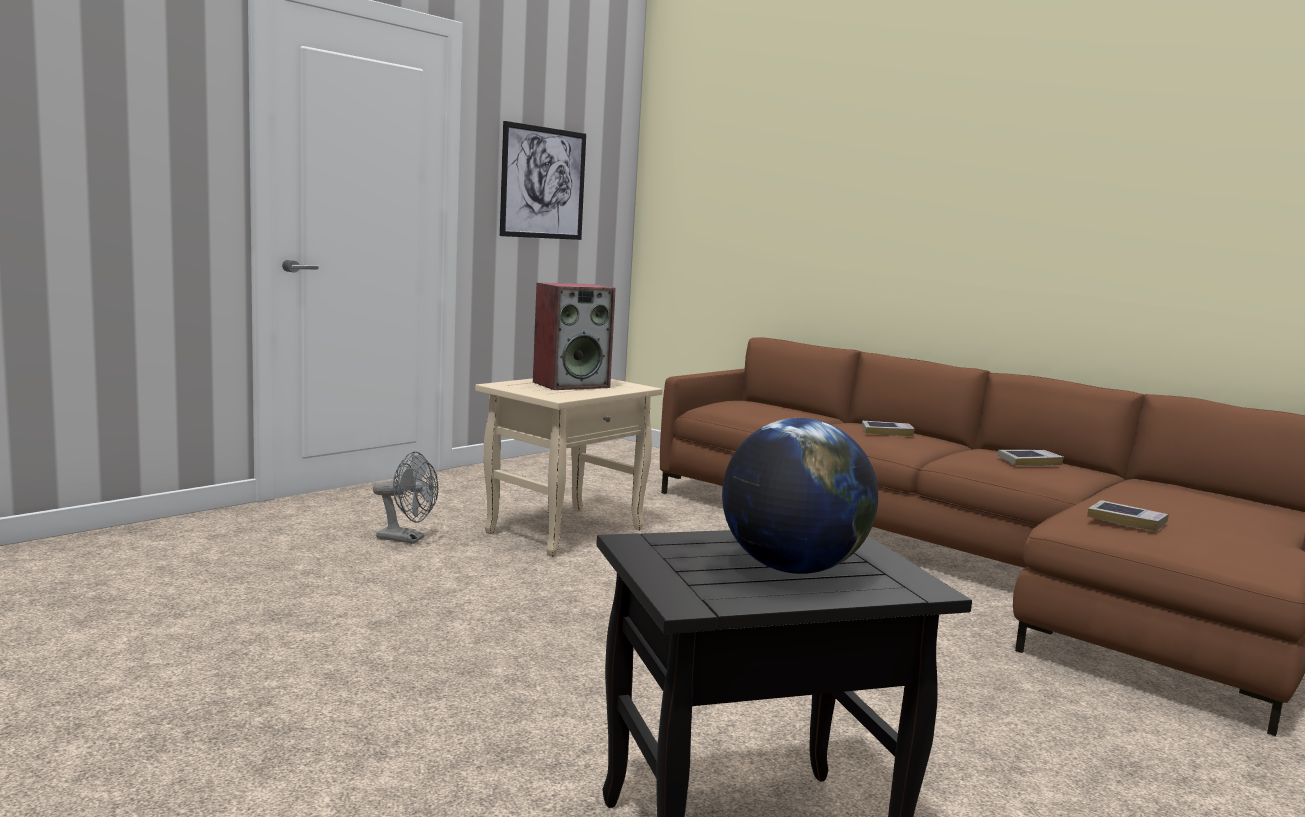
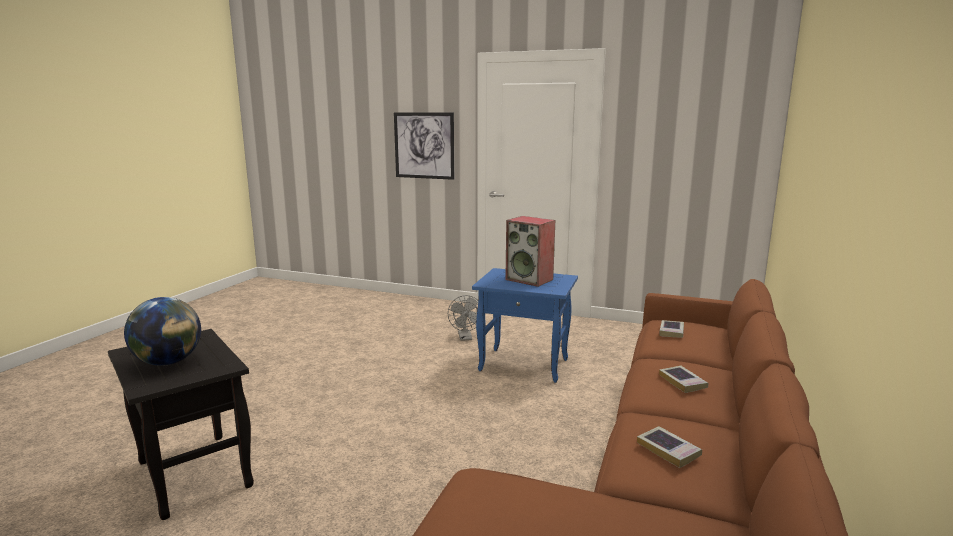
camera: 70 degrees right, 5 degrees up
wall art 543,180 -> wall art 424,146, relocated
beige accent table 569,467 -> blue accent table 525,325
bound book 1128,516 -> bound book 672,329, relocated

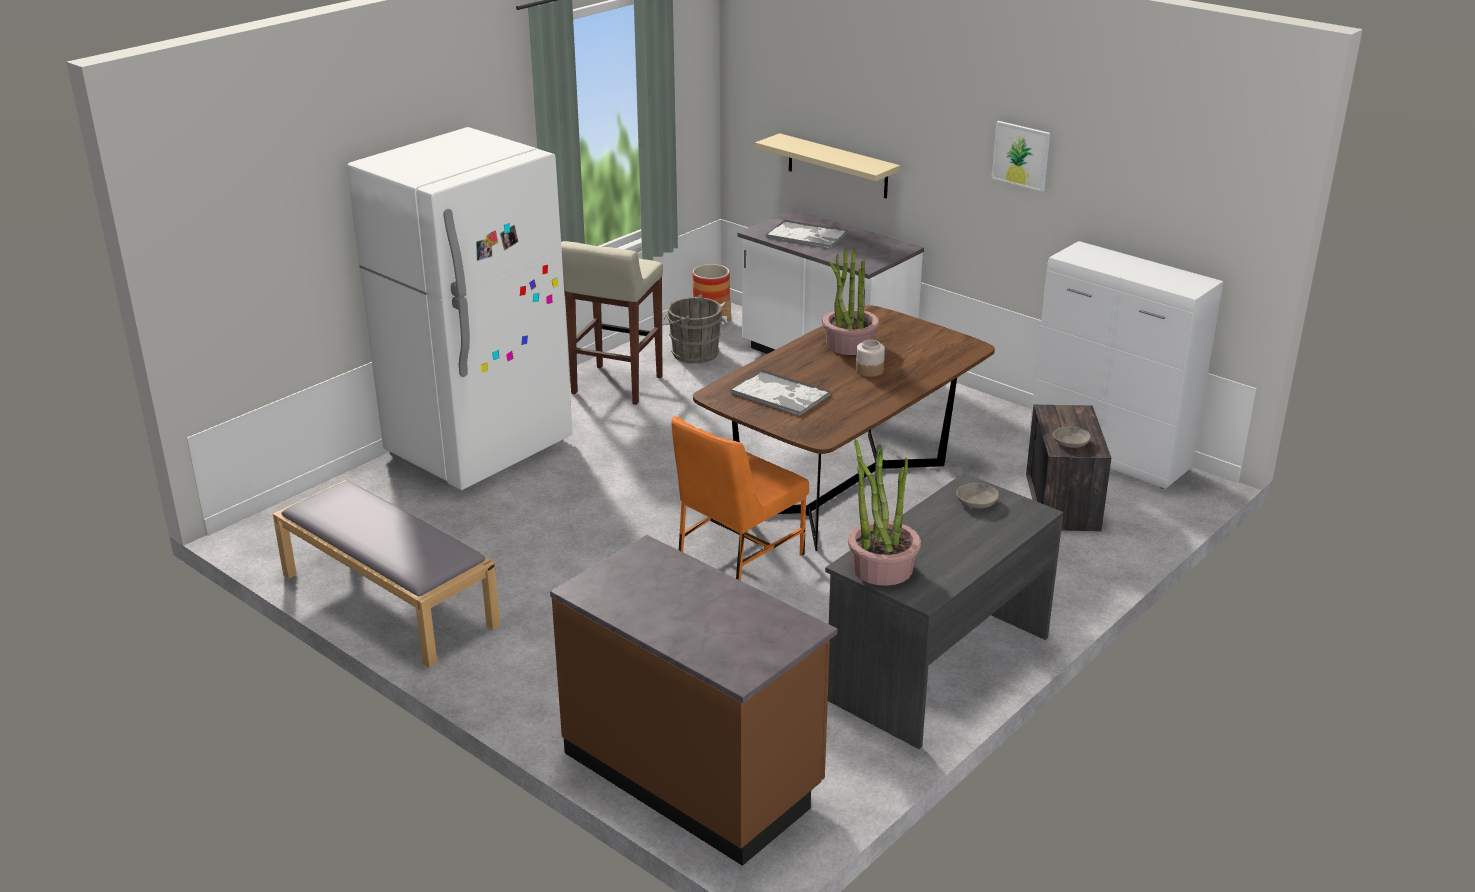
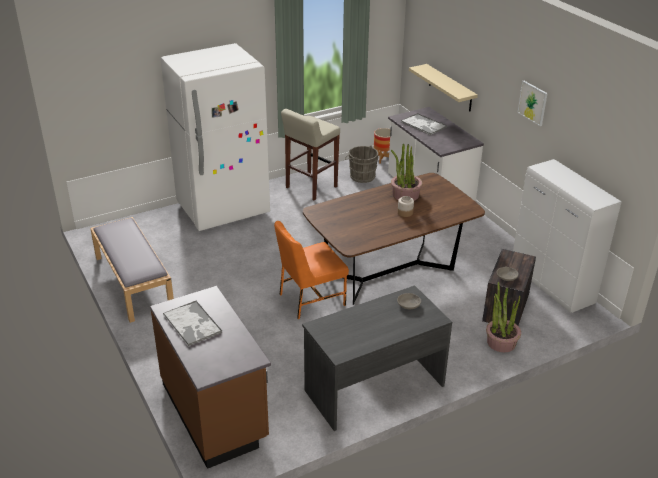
camera: 20 degrees right, 5 degrees up
carrying tray 780,393 -> carrying tray 192,323, relocated
plant in a pot 884,512 -> plant in a pot 503,316, relocated

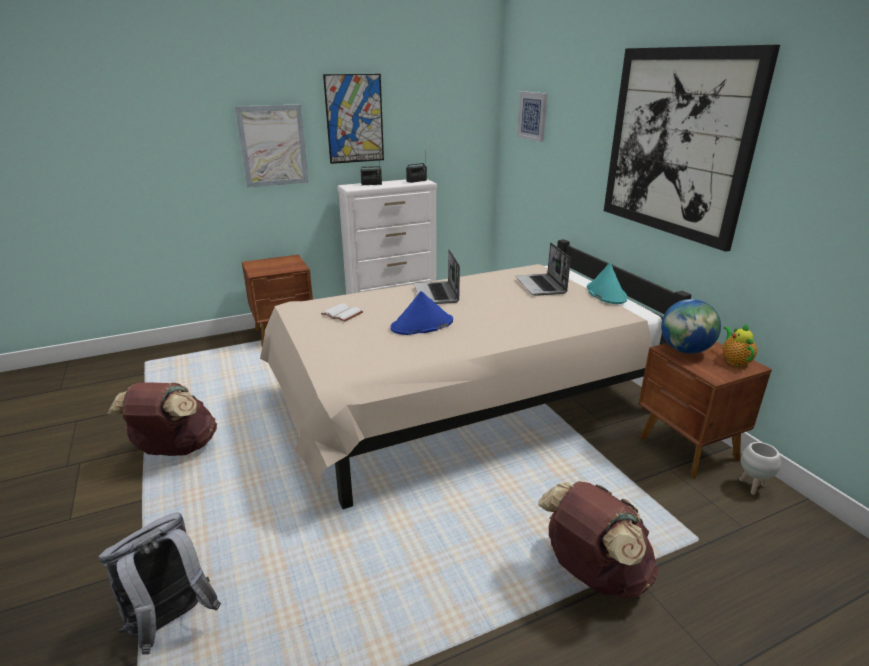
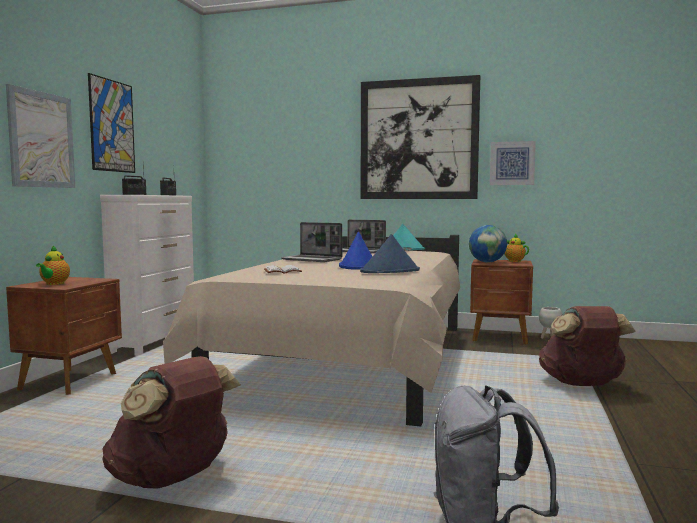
camera: 50 degrees left, 20 degrees down
wall art 532,116 -> wall art 513,163, relocated
none -> blue hat 390,253
none -> teapot 53,265

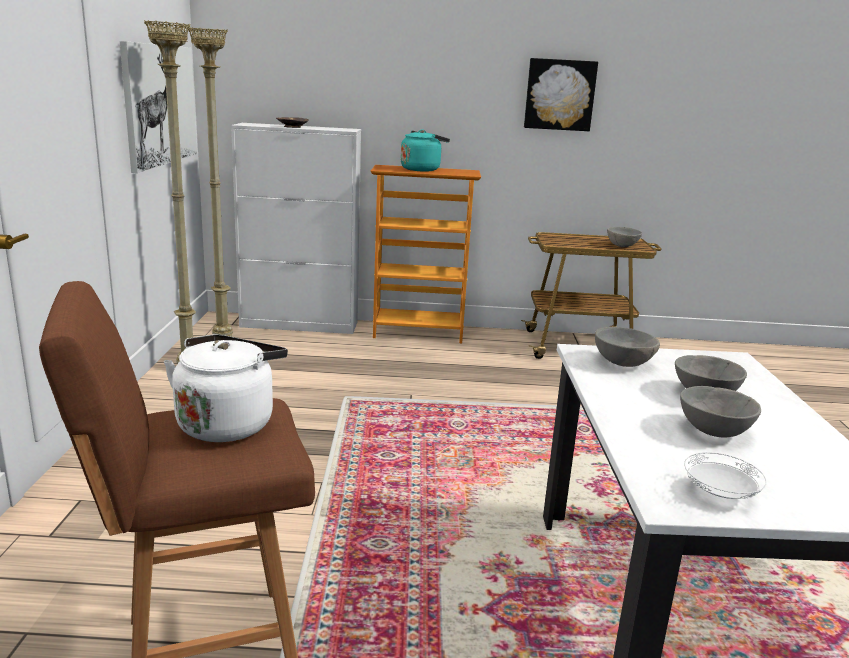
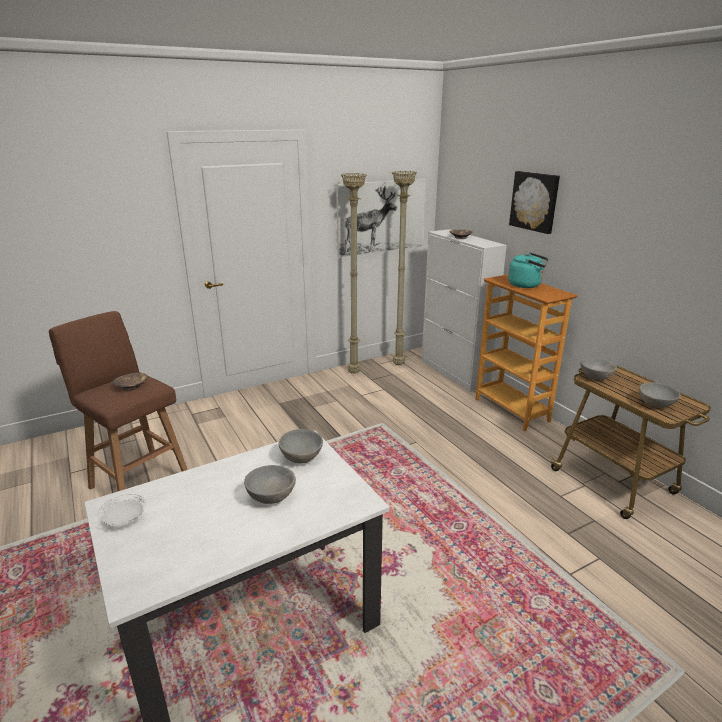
camera: 60 degrees right, 5 degrees up
wall art 561,94 -> wall art 534,202, relocated
white tea kettle 226,388 -> brownish bowl 130,381
grey bowl 720,411 -> grey bowl 599,369, relocated

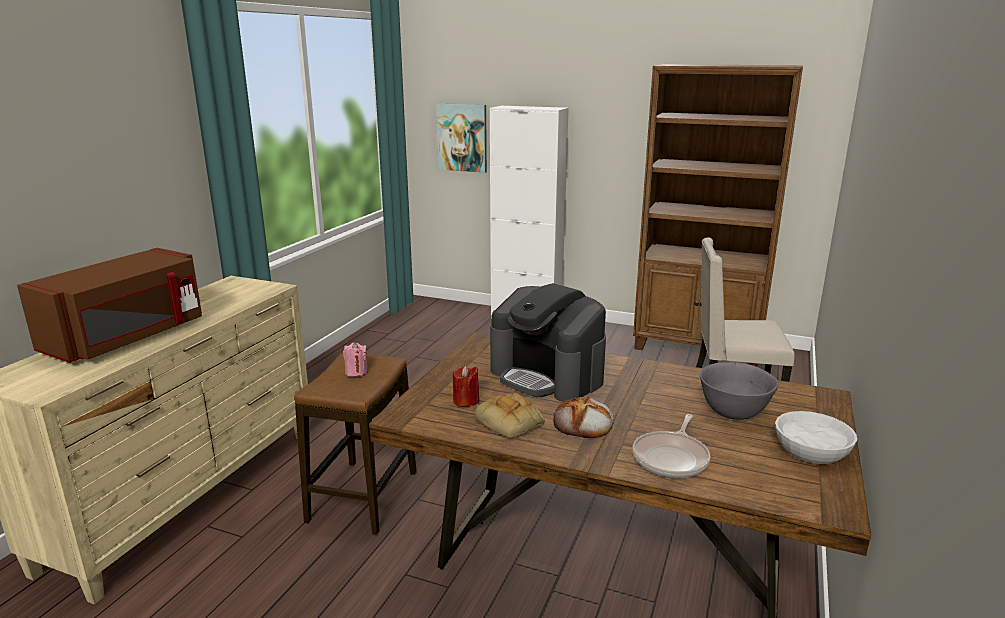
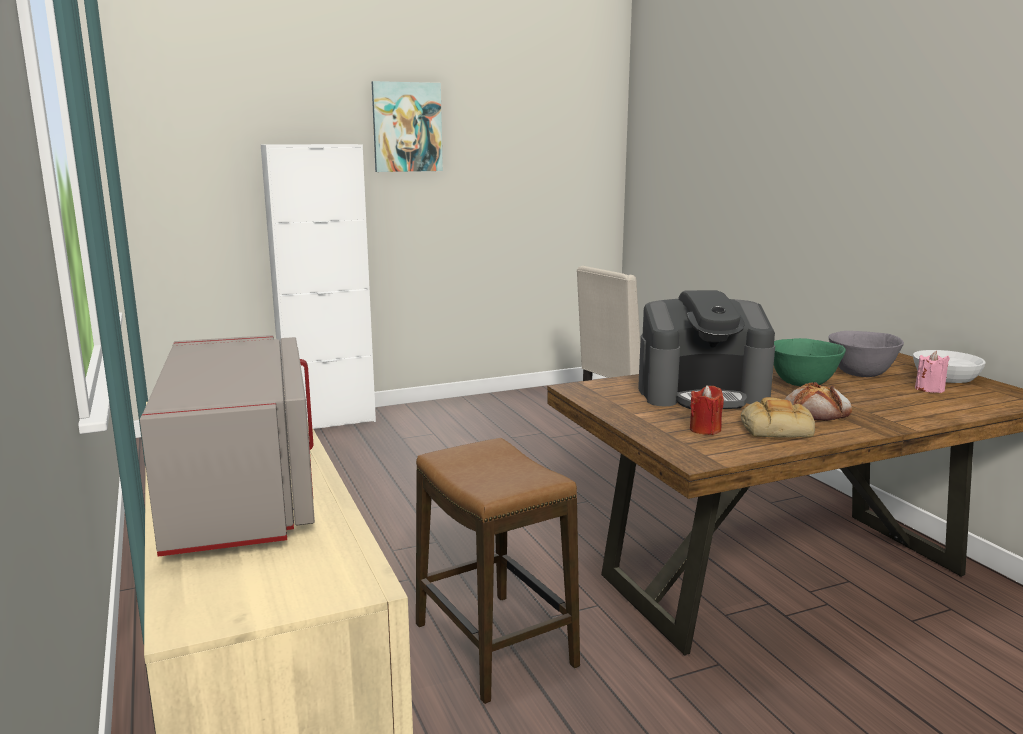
camera: 45 degrees left, 5 degrees down
brownish shelving unit 718,215 -> none
wall art 461,138 -> wall art 407,126, relocated
brownish kitchen microwave 109,305 -> grey kitchen microwave 227,446
pink-coloured wax light 355,359 -> pink-coloured wax light 932,372, relocated
skillet 672,446 -> none
none -> greenish bowl 810,362

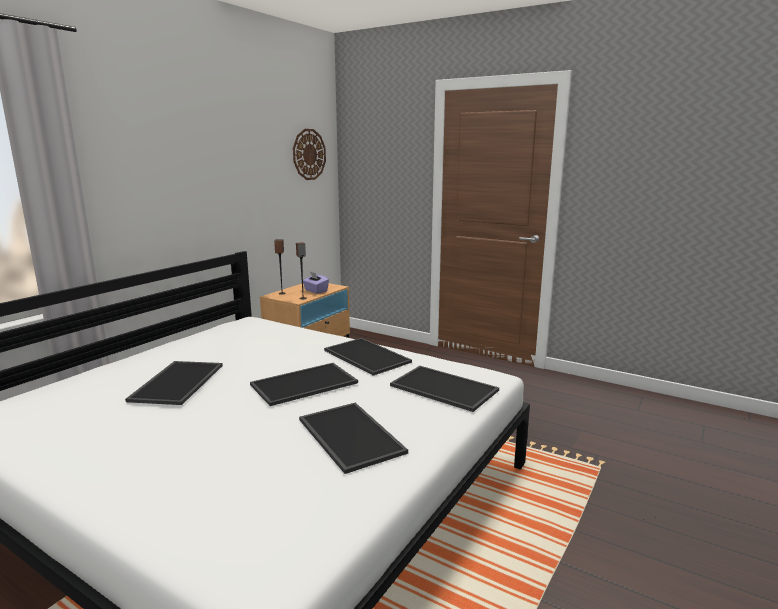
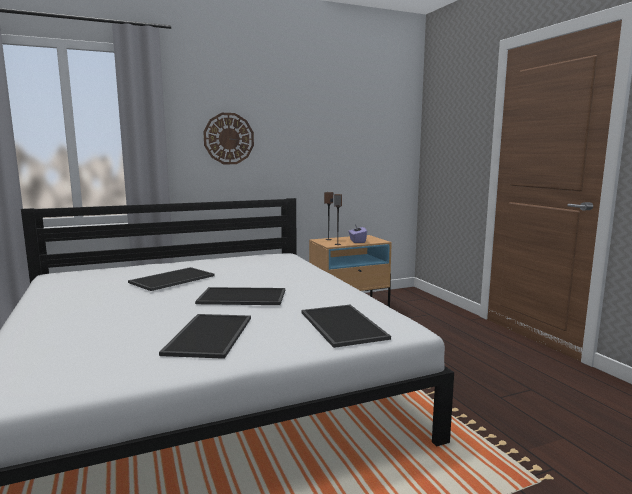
camera: 35 degrees right, 5 degrees down
wall clock 309,154 -> wall clock 228,138, relocated
carrying tray 368,357 -> none

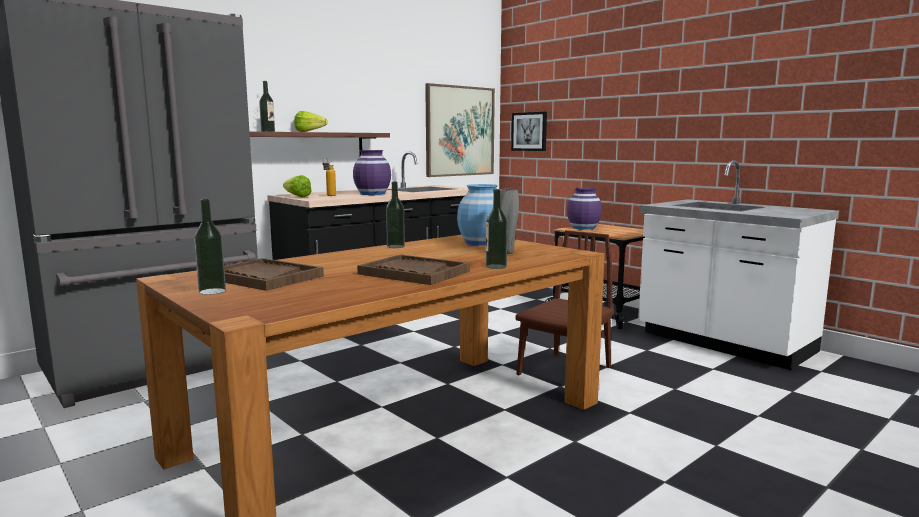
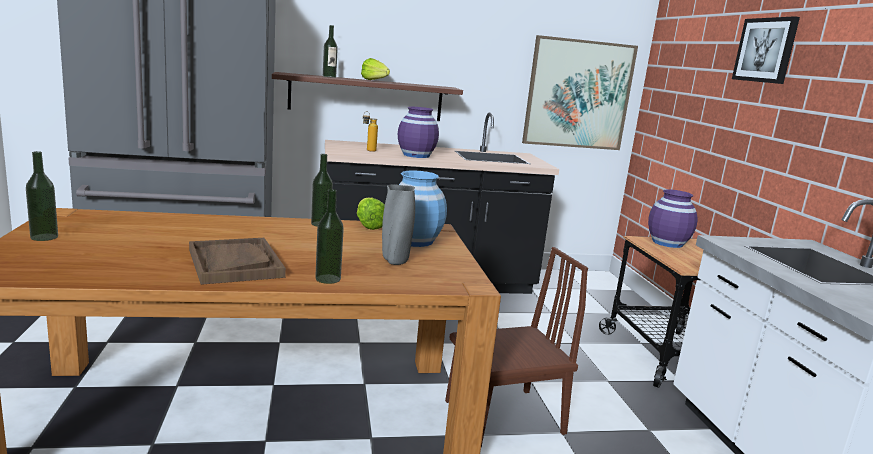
camera: 30 degrees right, 5 degrees up
wall art 529,131 -> wall art 766,50, relocated
lettuce head 297,186 -> lettuce head 371,214, relocated
brownish carrying tray 273,274 -> none

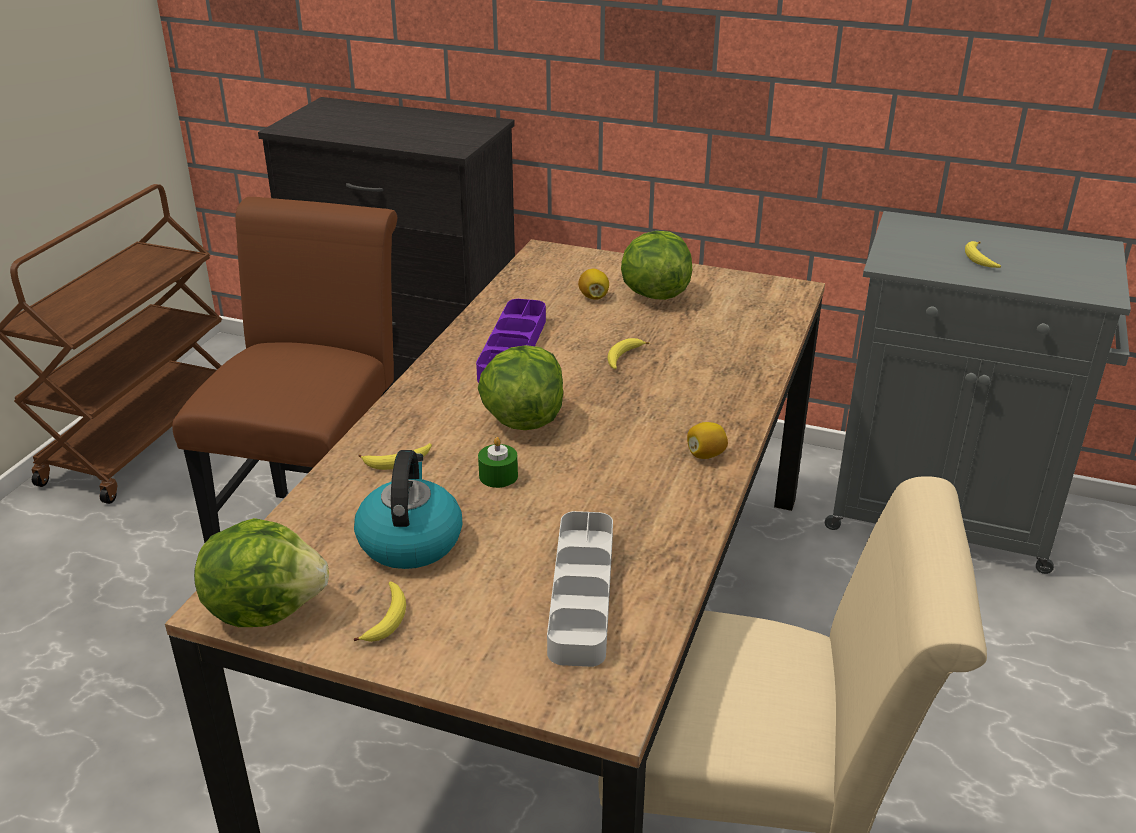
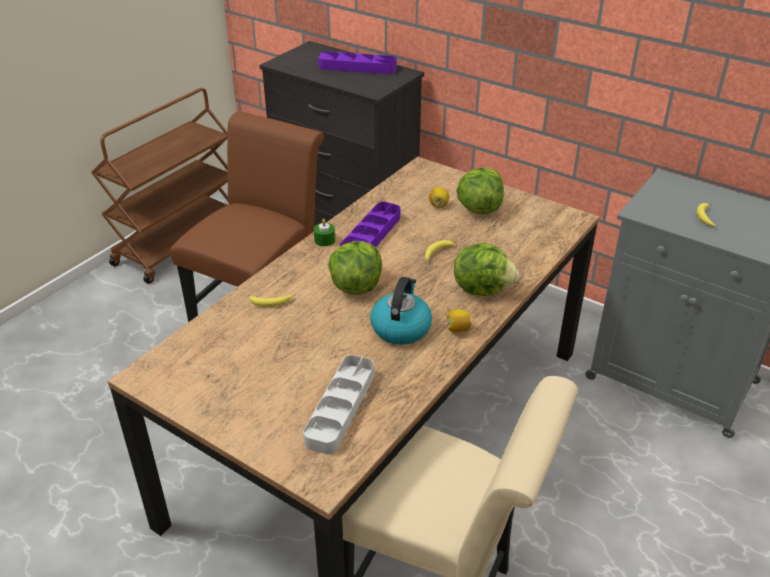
camera: 15 degrees right, 5 degrees up
greenish wax light 498,462 -> greenish wax light 324,232, relocated
tea kettle 408,509 -> tea kettle 401,311, relocated
lettuce head 261,572 -> lettuce head 487,269, relocated
banana 380,611 -> none
none -> purple-coloured carrying tray 357,62

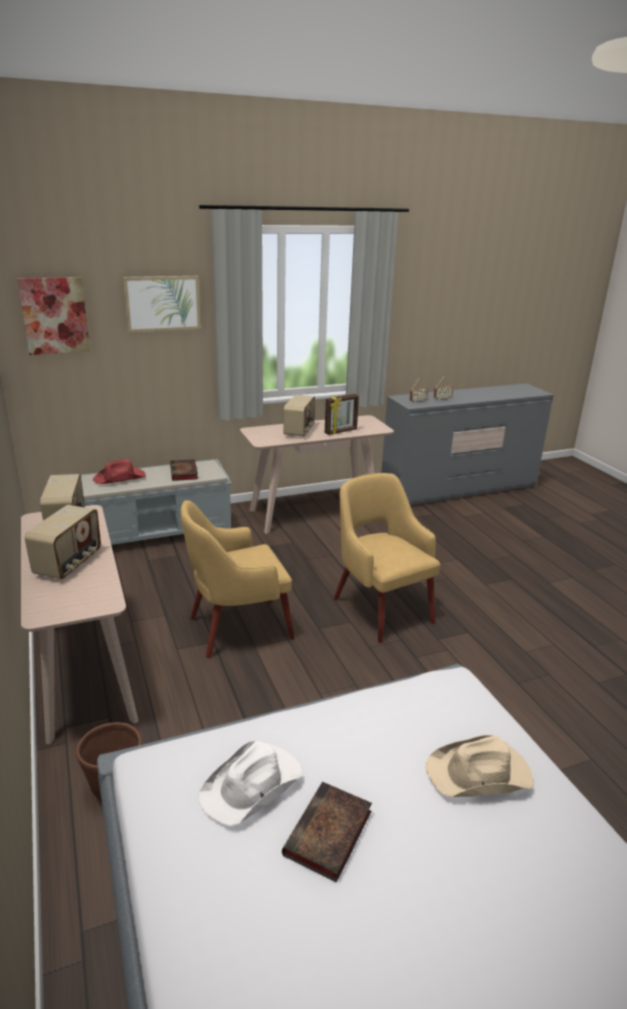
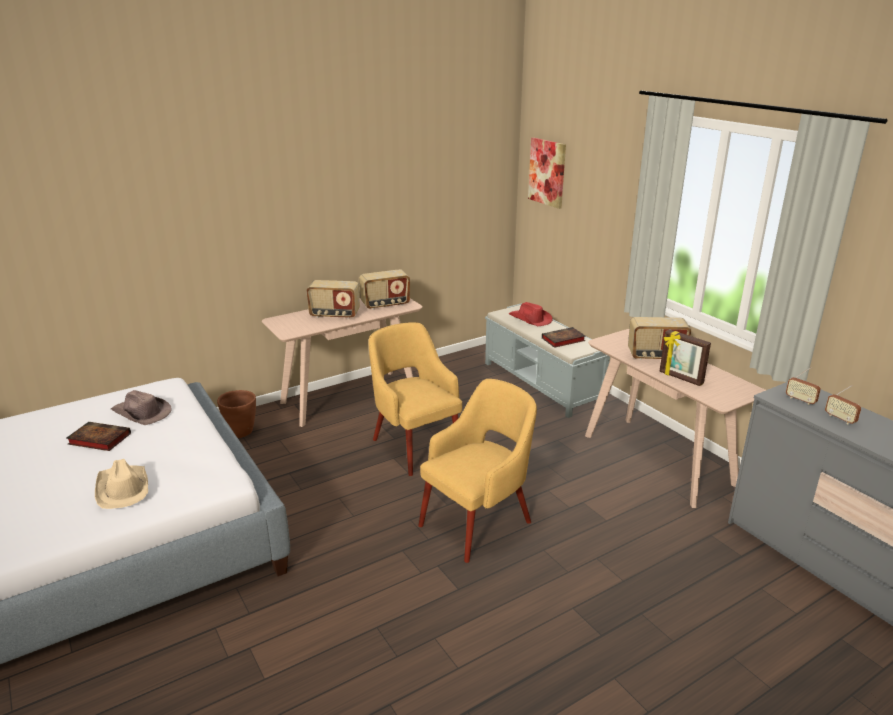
camera: 80 degrees right, 0 degrees up
wall art 162,304 -> none
white hat 250,783 -> brownish hat 141,407

